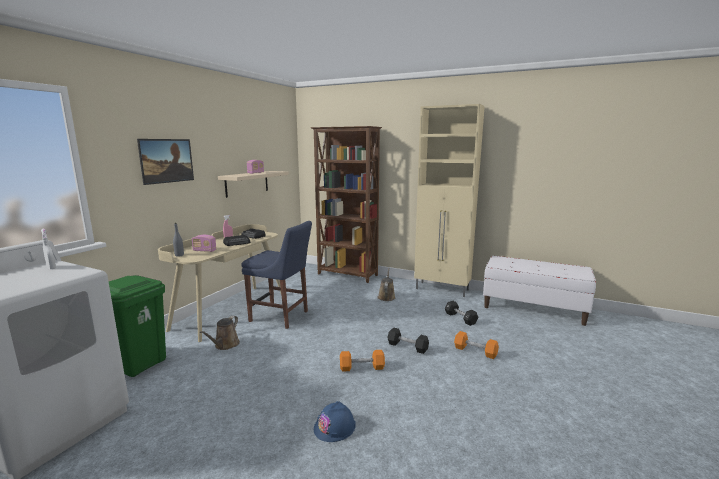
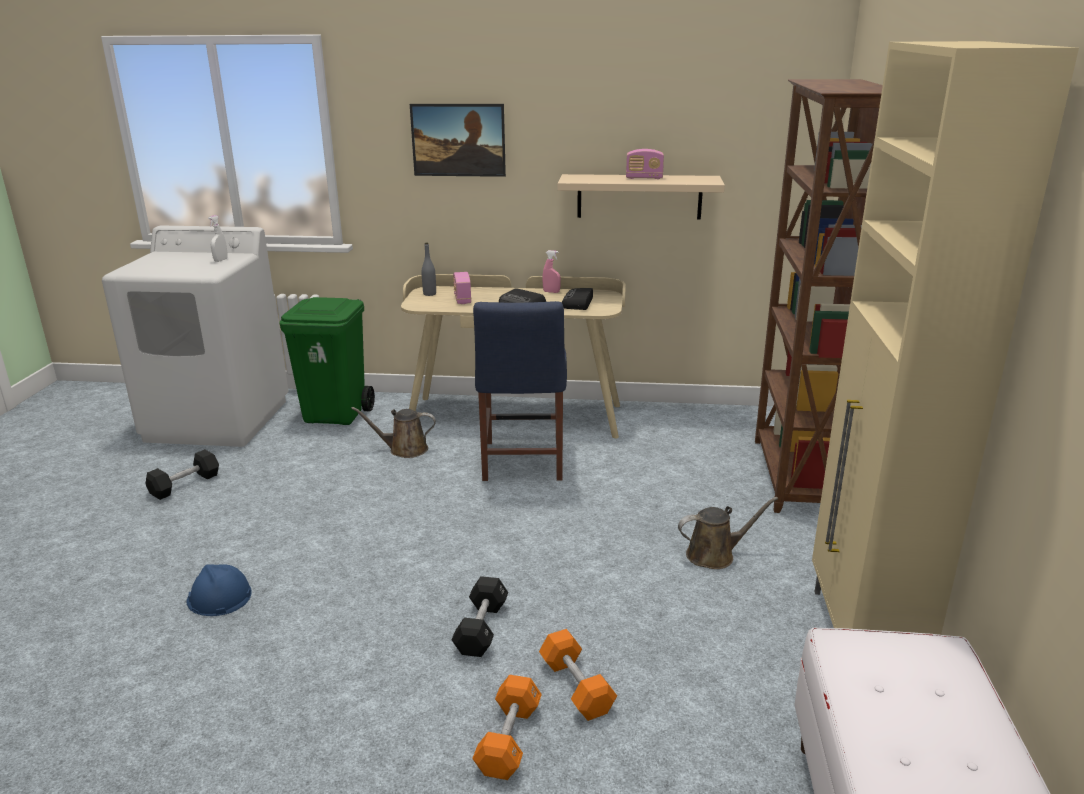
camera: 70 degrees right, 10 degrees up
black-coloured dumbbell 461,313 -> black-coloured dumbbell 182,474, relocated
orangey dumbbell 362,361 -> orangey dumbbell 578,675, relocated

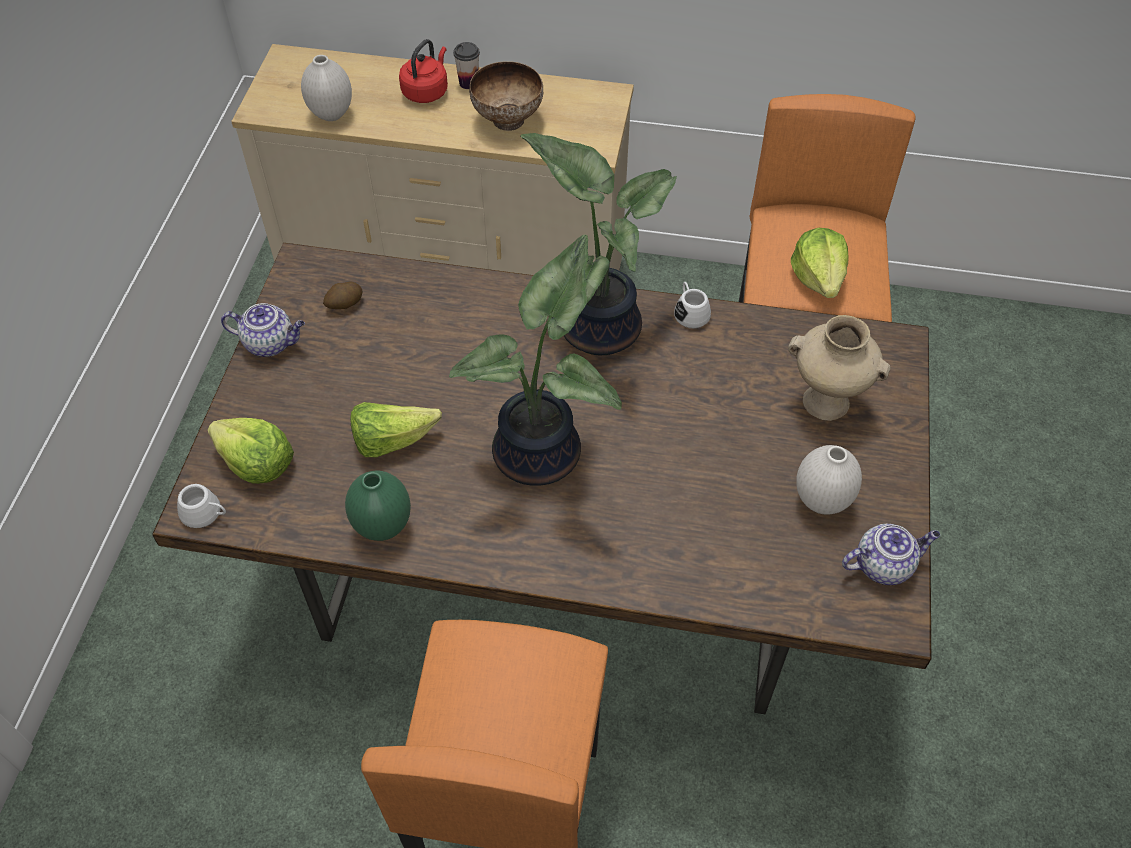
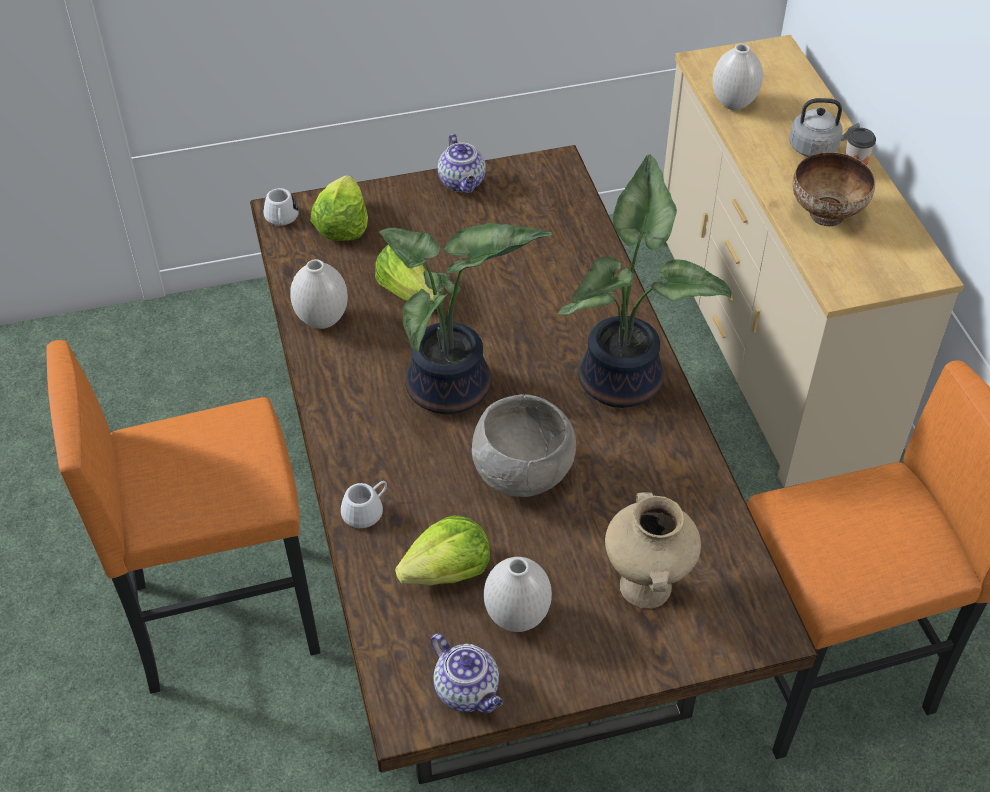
camera: 65 degrees right, 5 degrees down
red-coloured tea kettle 423,71 -> grey tea kettle 825,127
lettuce head 820,263 -> lettuce head 442,550, relocated
potato 343,295 -> none
white tea mug 692,305 -> white tea mug 364,504, relocated
greenish vase 378,506 -> white vase 319,294
none -> grey bowl 524,445

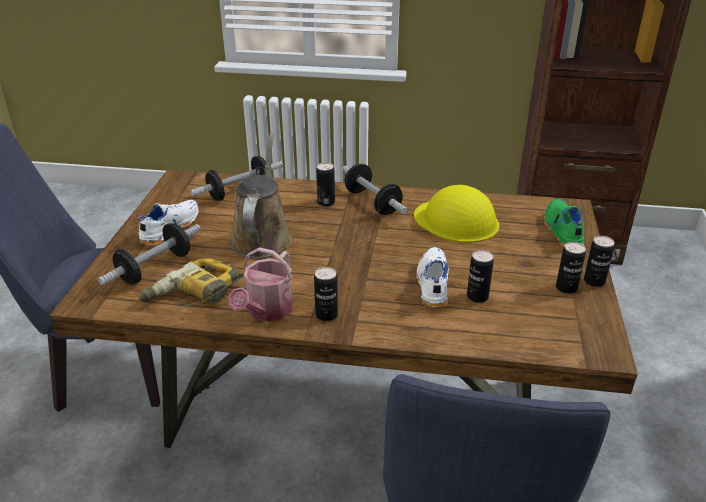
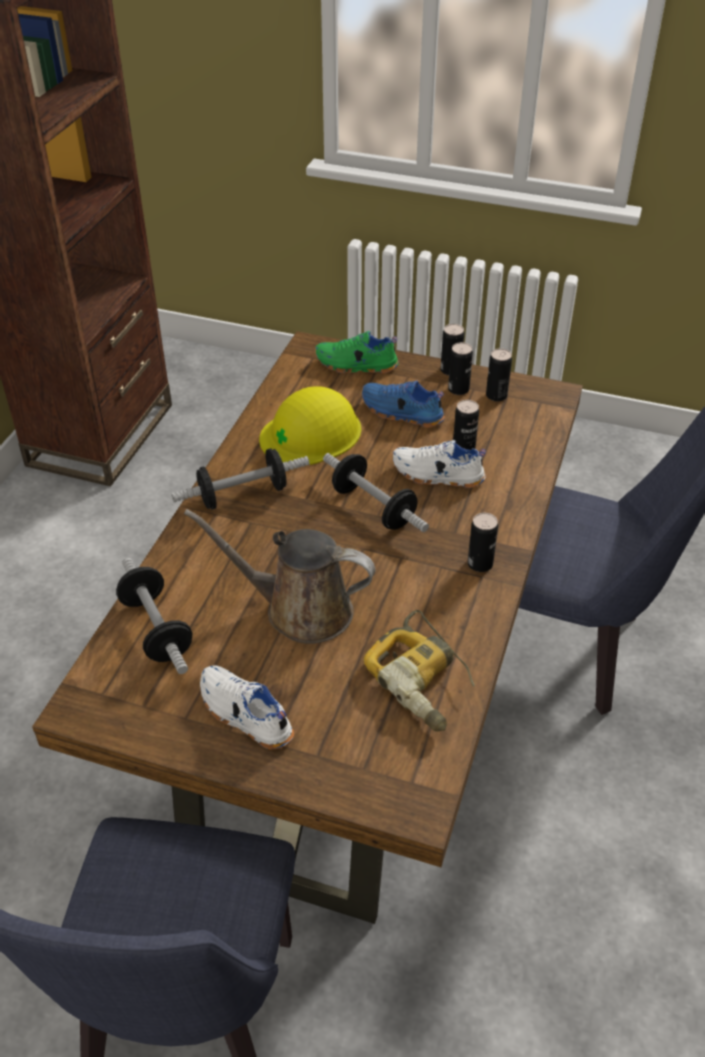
camera: 80 degrees left, 10 degrees up
can 325,184 -> can 499,374, relocated
dumbbell 149,254 -> dumbbell 376,492, relocated
watering pot 260,284 -> none
none -> blue low shoe 403,404

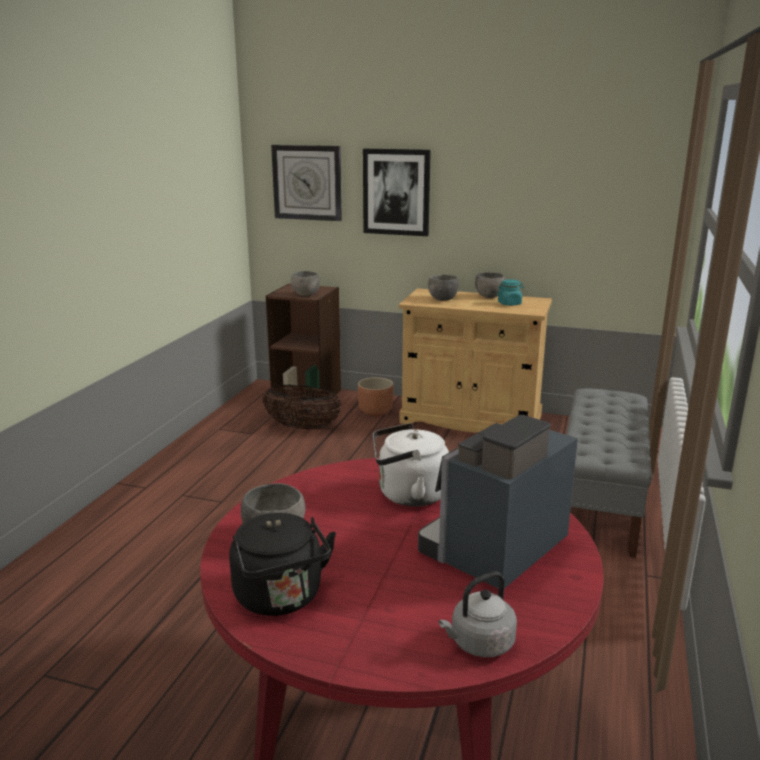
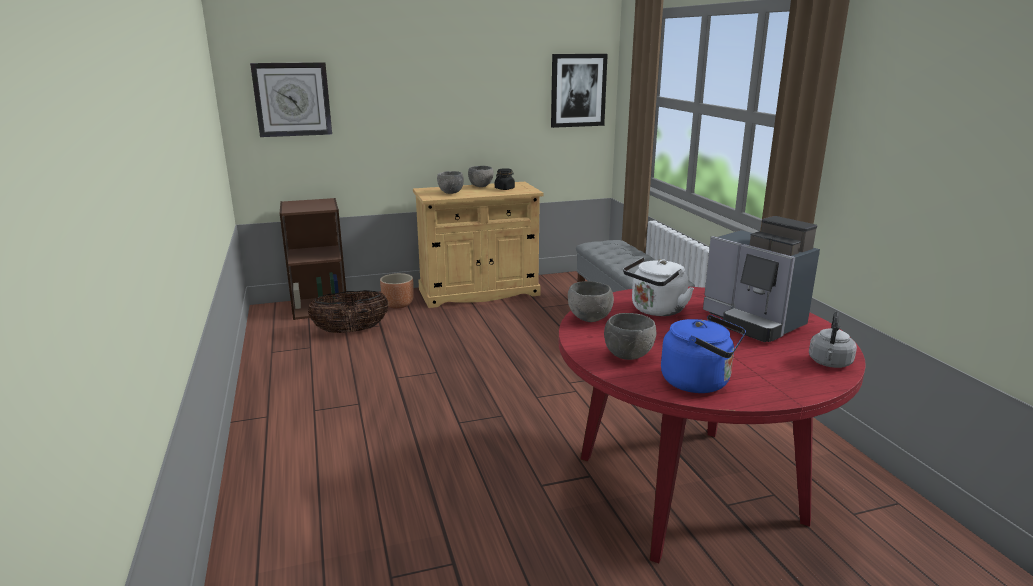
camera: 35 degrees left, 0 degrees up
wall art 397,192 -> wall art 579,91, relocated
grey bowl 305,283 -> grey bowl 591,301, relocated
turquoise-coloured jar 510,292 -> black-coloured jar 505,179
coffee machine 498,502 -> coffee machine 761,279, 45 degrees counterclockwise
black-coloured tea kettle 282,564 -> blue tea kettle 703,354

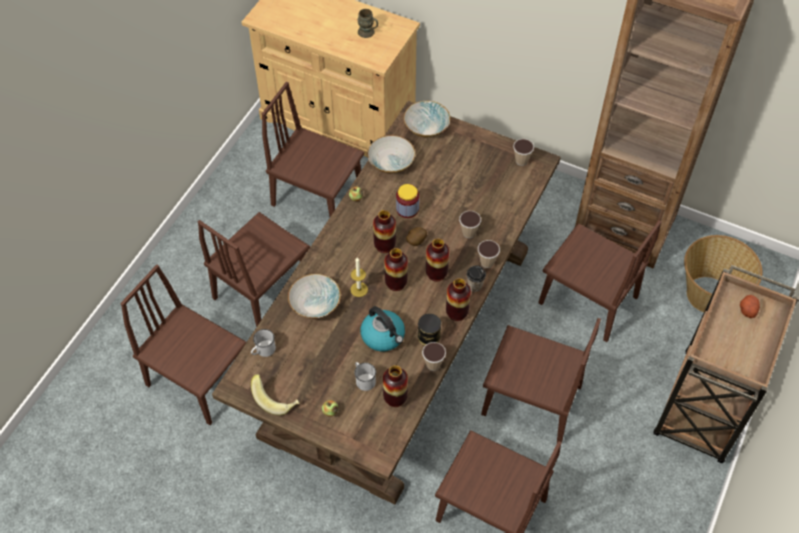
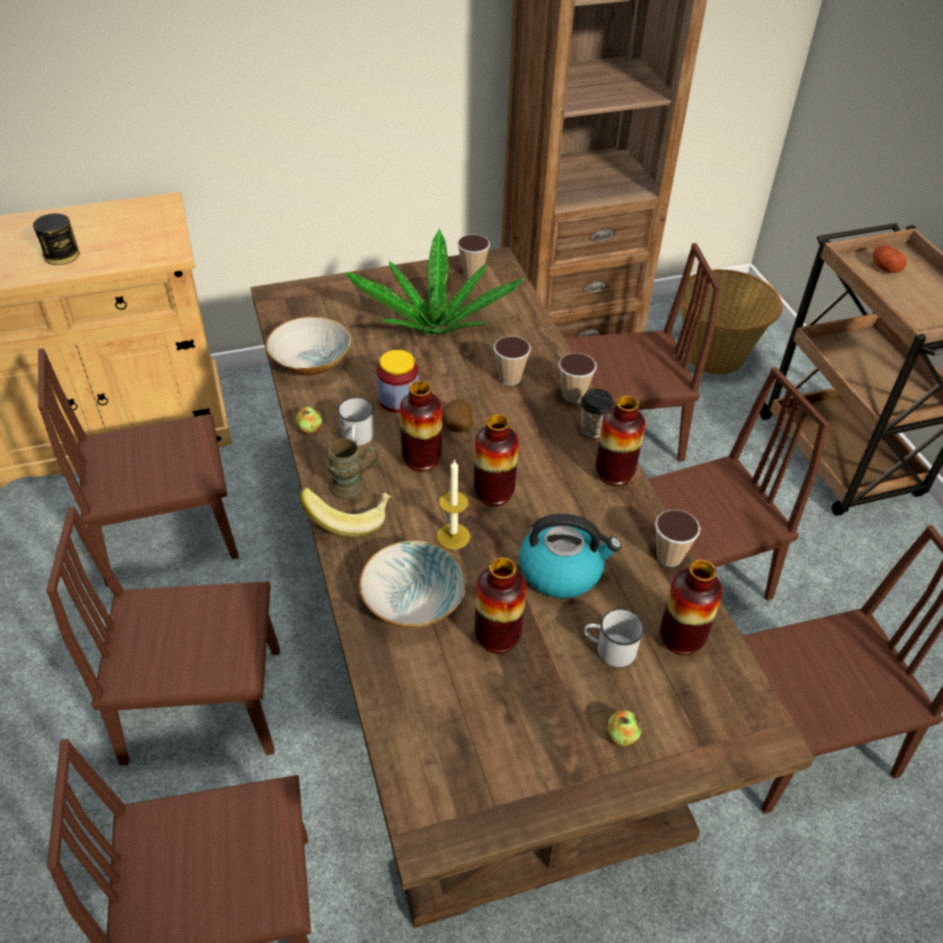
camera: 45 degrees left, 10 degrees down
brownish tea mug 367,23 -> brownish tea mug 352,468, relocated
bowl 427,119 -> none
brownish plain chair 254,269 -> brownish plain chair 163,636, 90 degrees clockwise
vase 437,260 -> vase 500,605, relocated
can 429,329 -> can 56,239, relocated
white tea mug 263,343 -> white tea mug 355,421, relocated
banana 275,394 -> banana 345,512, relocated
none -> plant in a pot 435,282

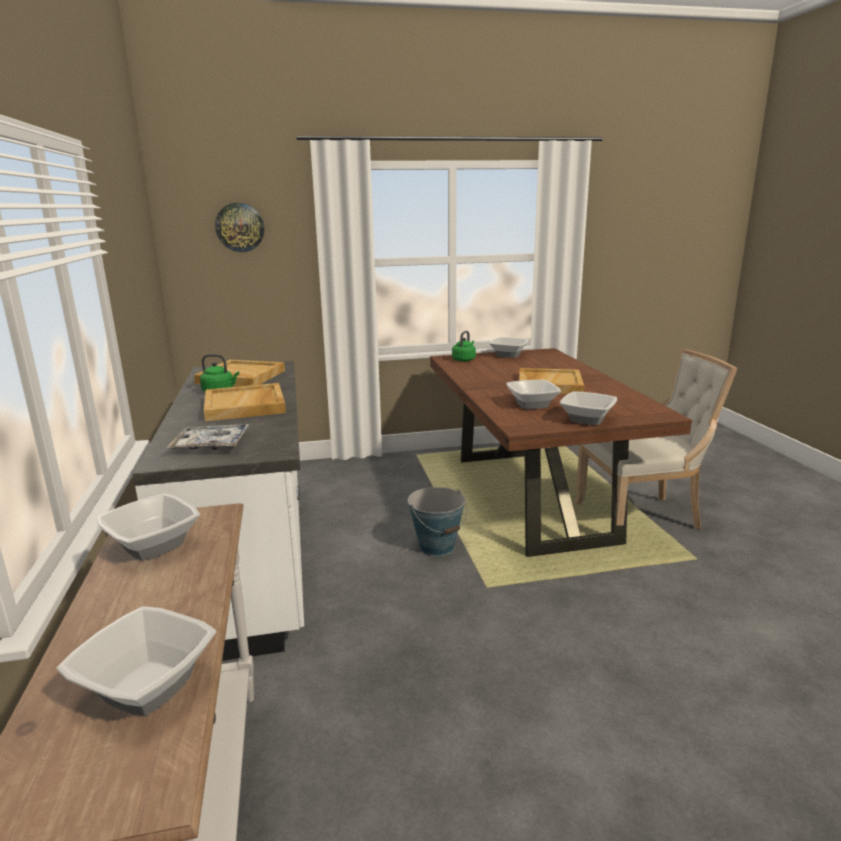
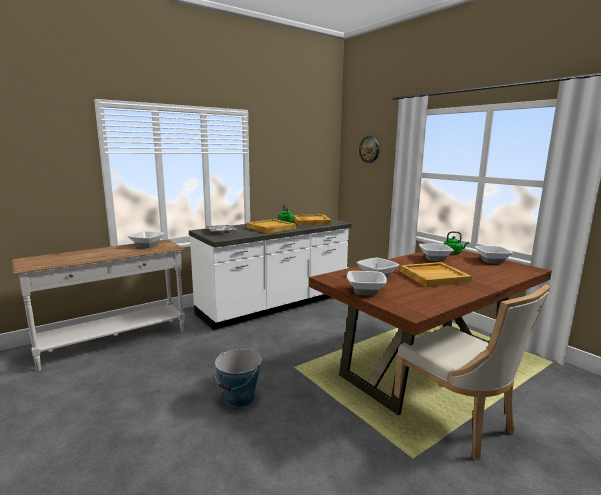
camera: 65 degrees right, 5 degrees down
water bucket 437,521 -> water bucket 238,378, relocated
bowl 136,661 -> bowl 436,252, relocated

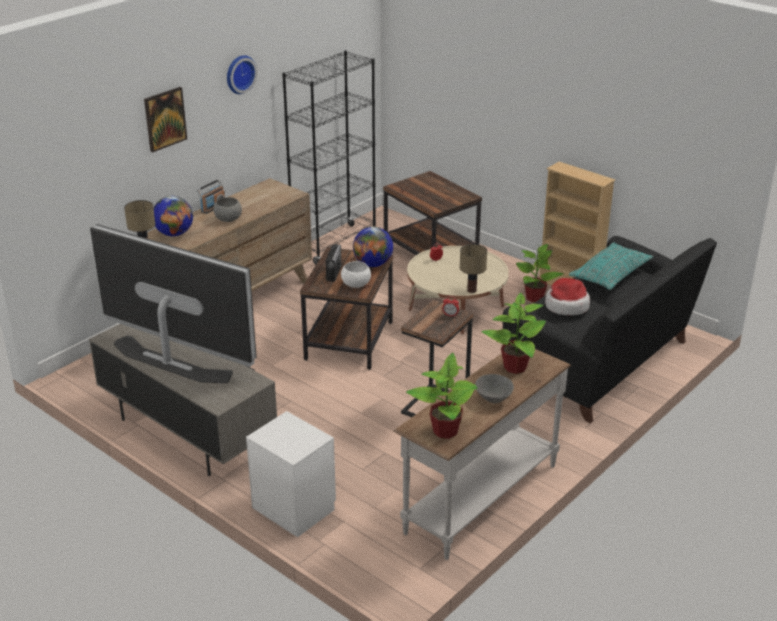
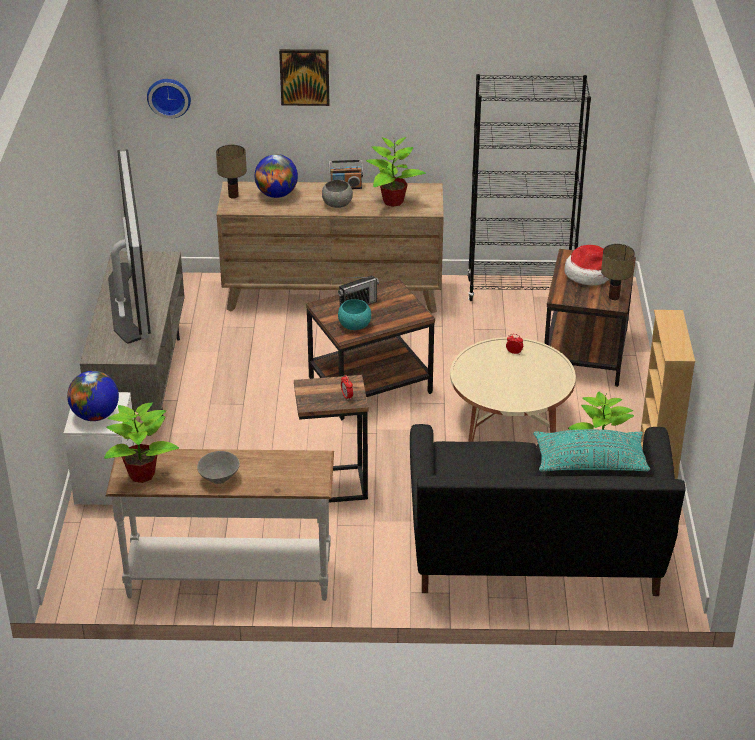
camera: 50 degrees right, 5 degrees up
wall clock 242,74 -> wall clock 169,98, relocated
world globe 373,247 -> world globe 93,396, relocated
table lamp 473,268 -> table lamp 618,272, relocated
white bowl 356,274 -> turquoise-coloured bowl 354,314
hat 567,296 -> hat 586,265, relocated
plant in a pot 513,333 -> plant in a pot 396,172, relocated

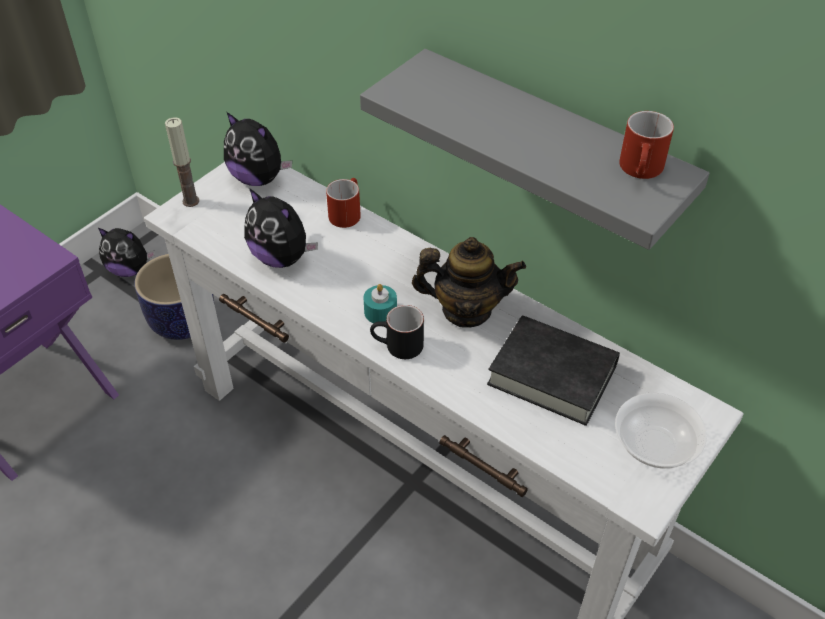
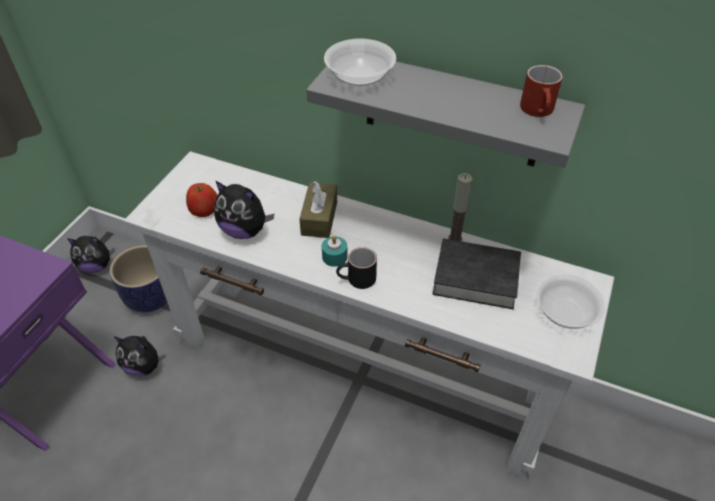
camera: 15 degrees left, 0 degrees up
soft toy 258,149 -> soft toy 140,356, relocated
wax light 182,162 -> wax light 460,207, relocated
red-coloured tea mug 343,203 -> none
teapot 469,282 -> none
none -> bowl 360,62
none -> brownish box of tissues 318,209
none -> apple 201,200

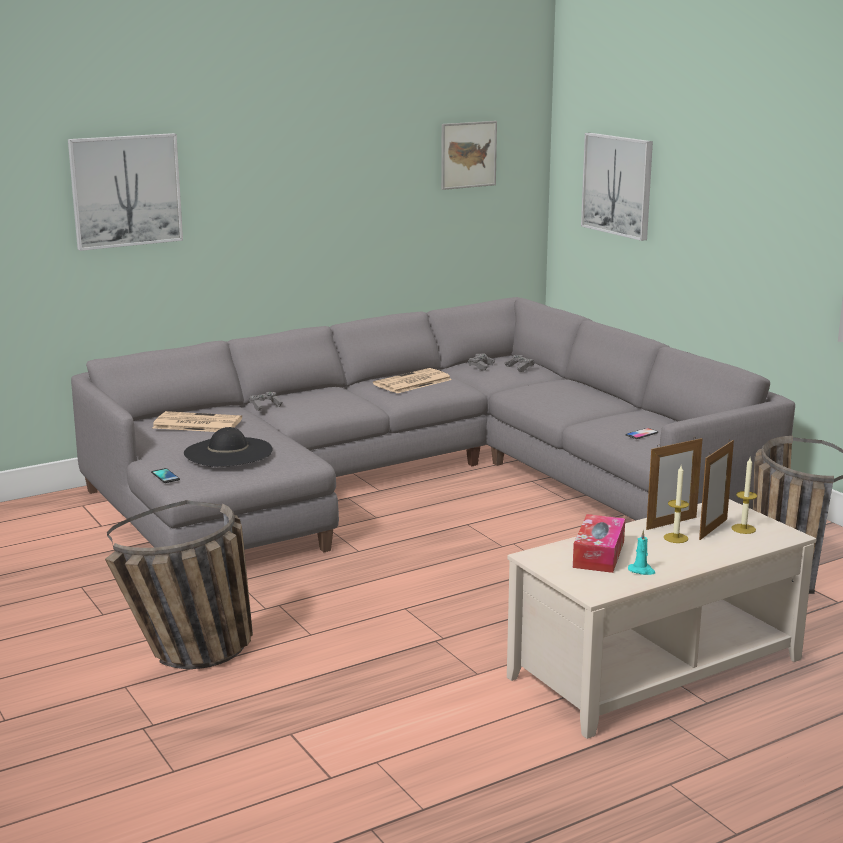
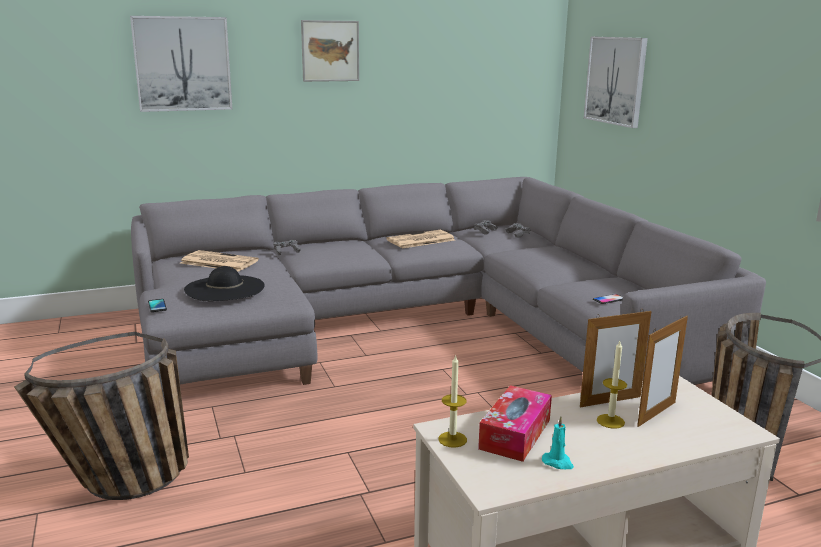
camera: 10 degrees right, 0 degrees up
wall art 469,155 -> wall art 330,51, relocated
wax light 744,495 -> wax light 452,401, relocated

